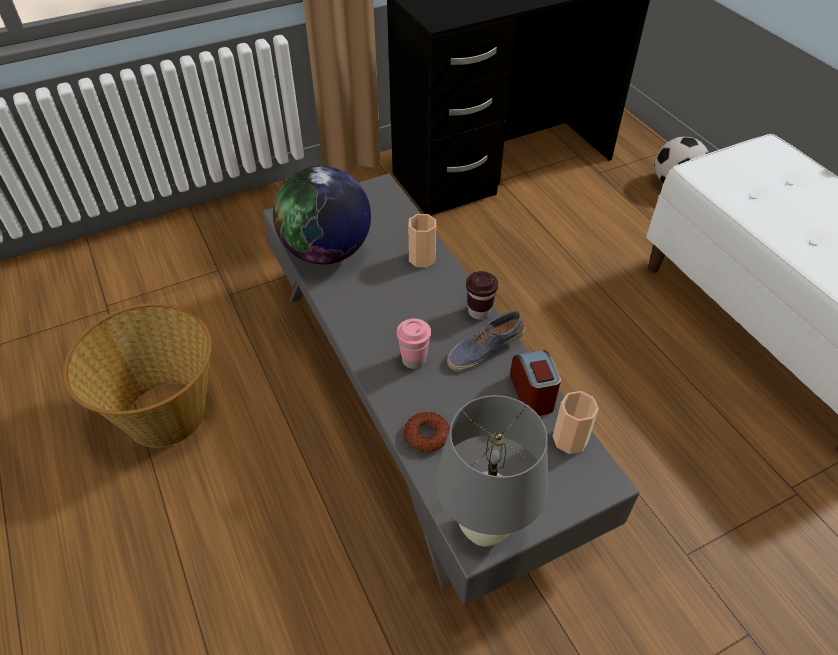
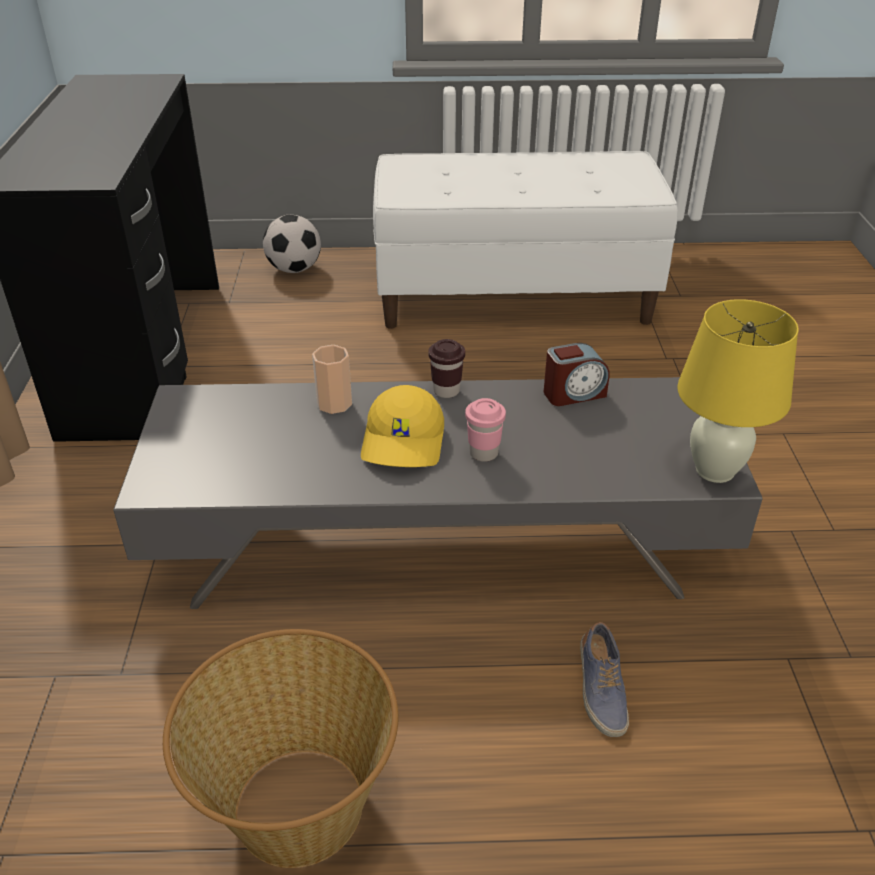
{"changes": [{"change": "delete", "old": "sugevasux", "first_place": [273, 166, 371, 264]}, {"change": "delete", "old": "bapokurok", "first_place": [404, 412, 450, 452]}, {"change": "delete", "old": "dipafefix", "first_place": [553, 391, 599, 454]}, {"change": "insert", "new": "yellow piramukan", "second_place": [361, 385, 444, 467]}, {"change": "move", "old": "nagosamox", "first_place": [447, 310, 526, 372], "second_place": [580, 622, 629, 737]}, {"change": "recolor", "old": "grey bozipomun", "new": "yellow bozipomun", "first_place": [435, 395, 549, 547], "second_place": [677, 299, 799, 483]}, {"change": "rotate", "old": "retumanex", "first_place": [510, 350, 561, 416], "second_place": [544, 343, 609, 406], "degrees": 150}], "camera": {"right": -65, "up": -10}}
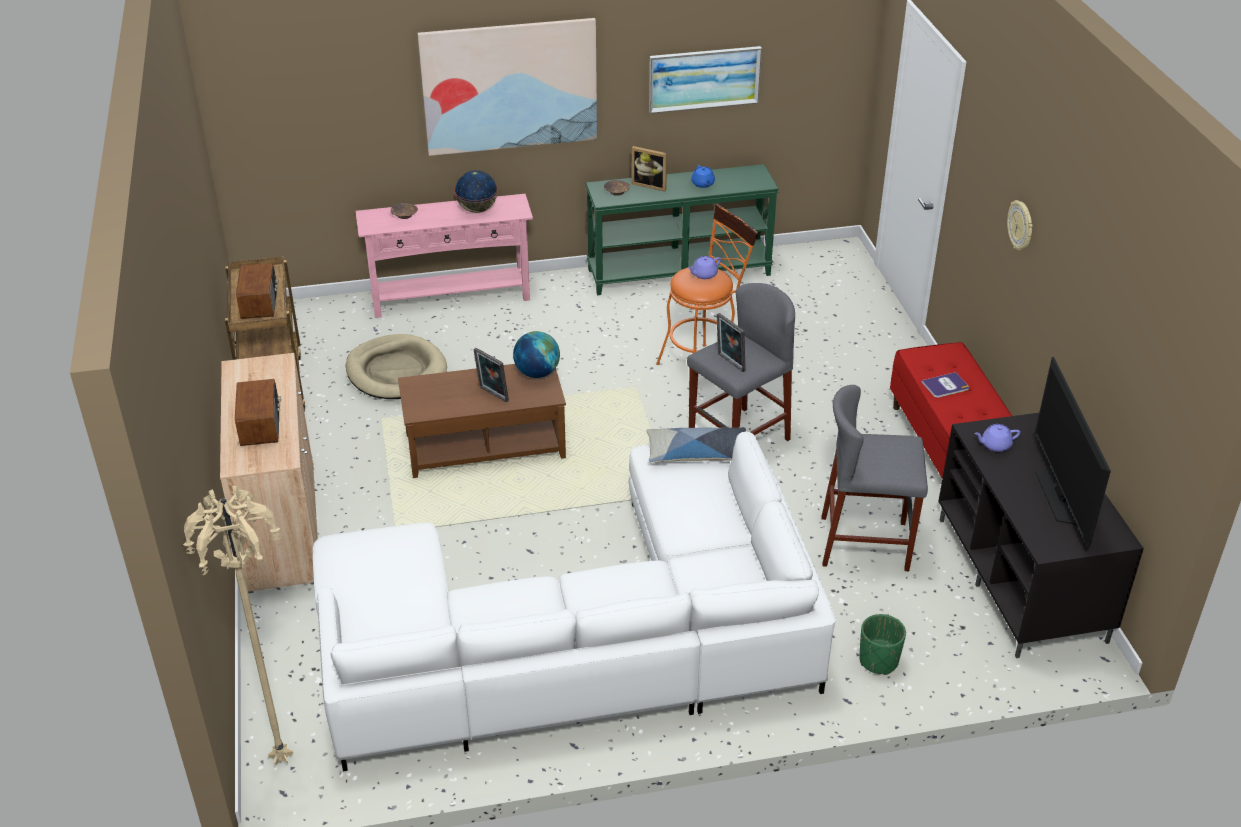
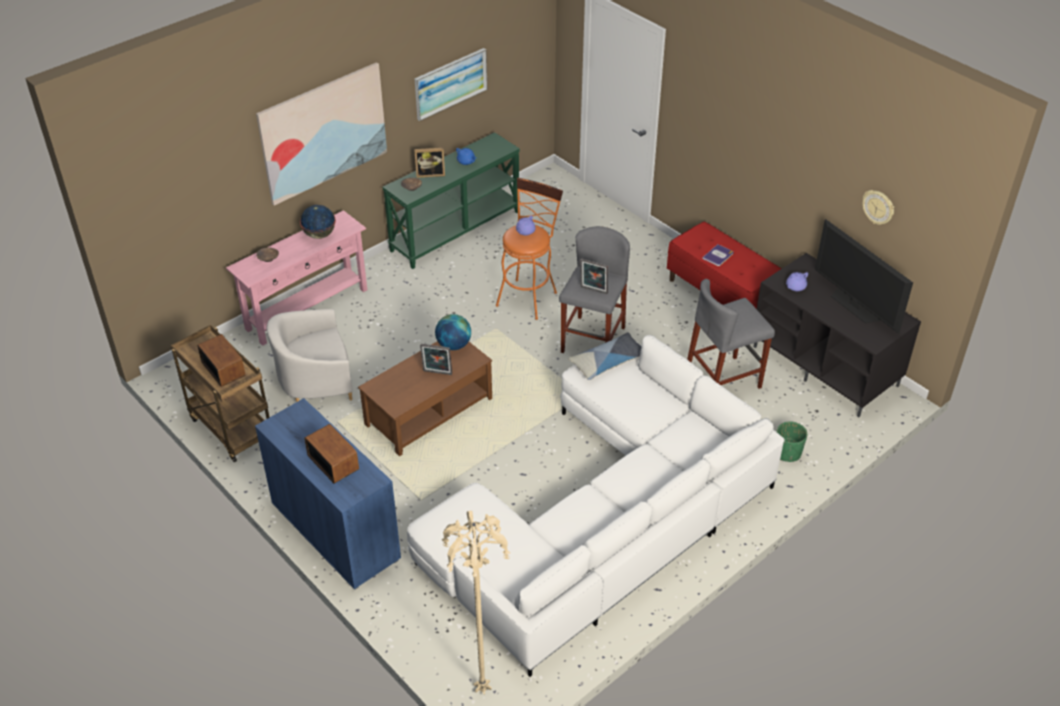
{"changes": [{"change": "move", "old": "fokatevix", "first_place": [1007, 200, 1033, 250], "second_place": [862, 190, 894, 225]}, {"change": "replace", "old": "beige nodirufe", "new": "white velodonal", "first_place": [346, 334, 447, 399], "second_place": [266, 309, 353, 402]}, {"change": "recolor", "old": "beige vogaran", "new": "blue vogaran", "first_place": [220, 353, 318, 593], "second_place": [255, 398, 401, 590]}], "camera": {"right": -30, "up": 5}}
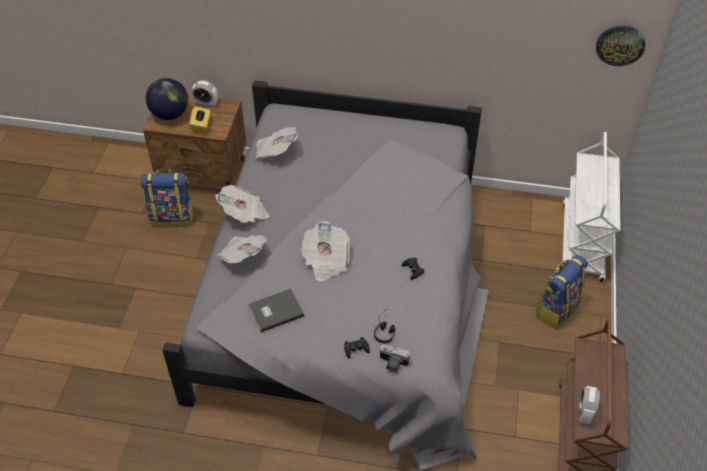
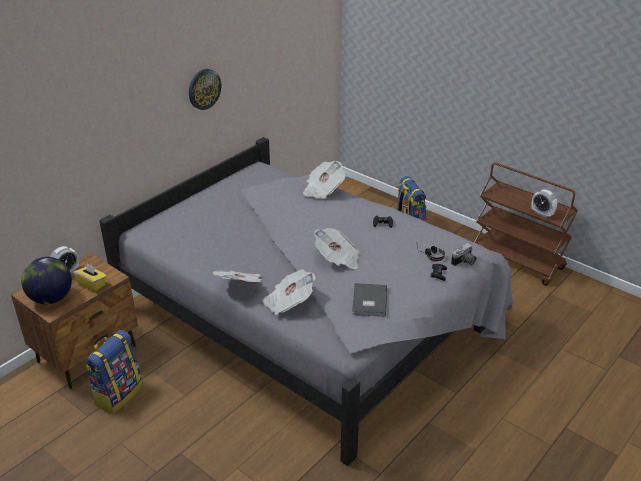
{"changes": [{"change": "delete", "old": "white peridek", "first_place": [562, 132, 621, 282]}, {"change": "move", "old": "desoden", "first_place": [256, 127, 298, 158], "second_place": [303, 161, 346, 199]}, {"change": "move", "old": "fokatevix", "first_place": [596, 25, 646, 66], "second_place": [189, 69, 221, 110]}], "camera": {"right": -60, "up": -15}}
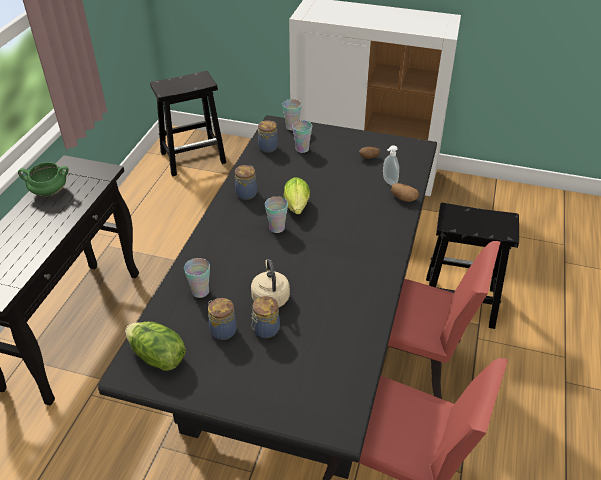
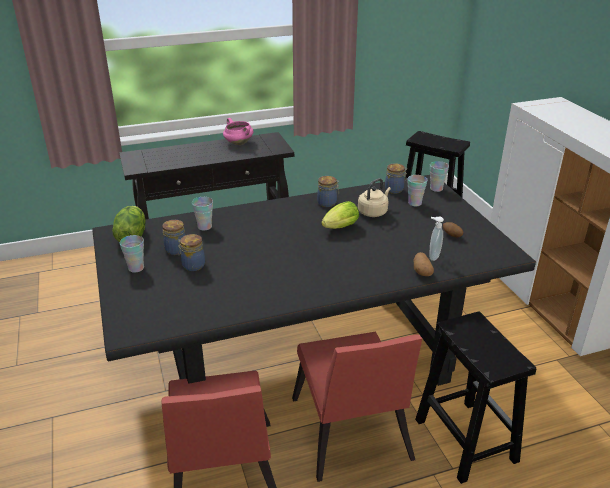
{"changes": [{"change": "move", "old": "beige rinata", "first_place": [251, 259, 290, 308], "second_place": [358, 178, 391, 217]}, {"change": "move", "old": "dipafefix", "first_place": [265, 196, 288, 233], "second_place": [120, 235, 144, 273]}, {"change": "recolor", "old": "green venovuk", "new": "pink venovuk", "first_place": [18, 162, 68, 196], "second_place": [223, 118, 253, 145]}], "camera": {"right": 55, "up": -10}}
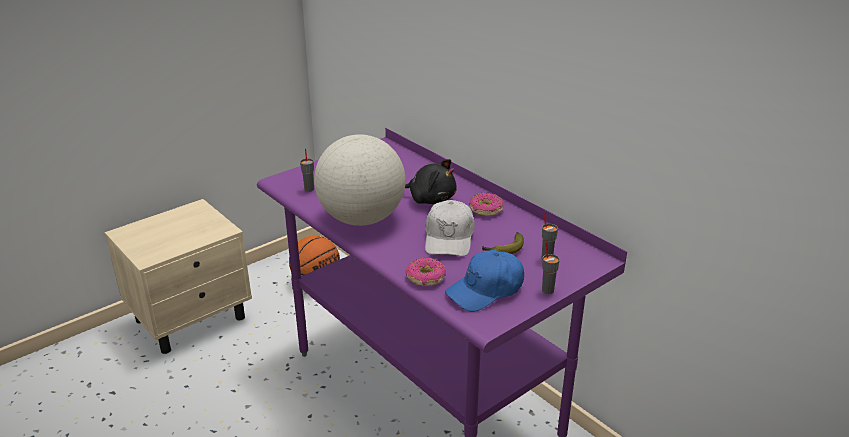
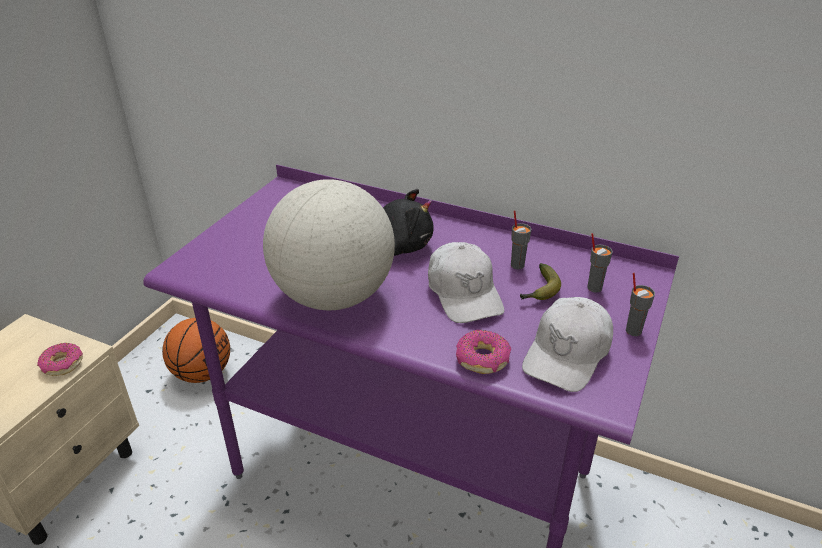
{"changes": [{"change": "move", "old": "grey dipafefix", "first_place": [300, 149, 314, 192], "second_place": [511, 211, 531, 269]}, {"change": "move", "old": "bapokurok", "first_place": [469, 193, 504, 216], "second_place": [37, 343, 83, 376]}, {"change": "recolor", "old": "blue piramukan", "new": "white piramukan", "first_place": [445, 250, 524, 312], "second_place": [522, 297, 613, 392]}], "camera": {"right": -25, "up": 5}}
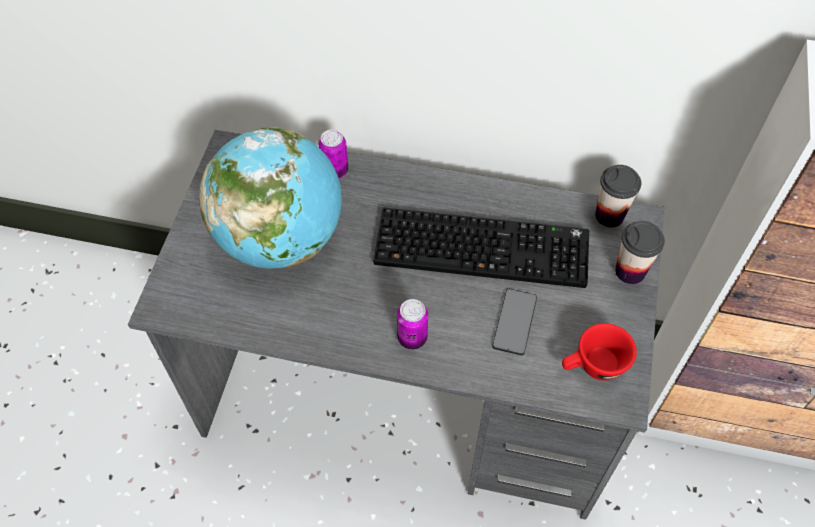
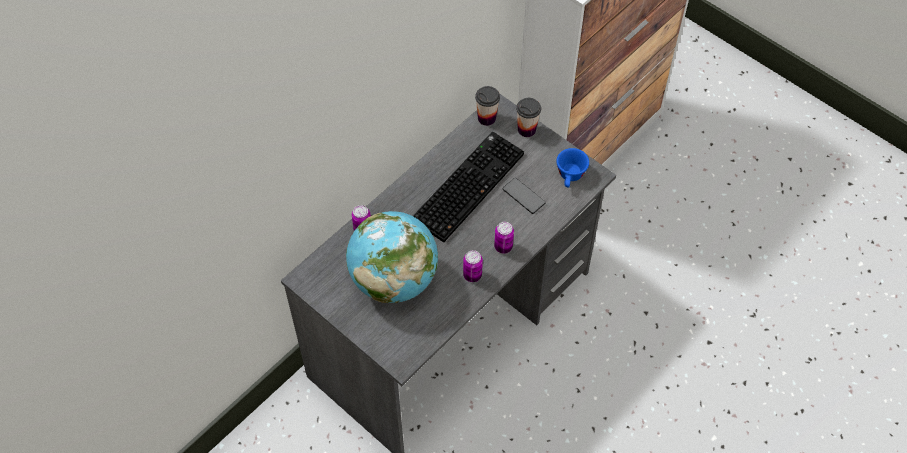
{"changes": [{"change": "insert", "new": "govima", "second_place": [463, 250, 483, 282]}, {"change": "recolor", "old": "red dipafefix", "new": "blue dipafefix", "first_place": [562, 323, 637, 381], "second_place": [556, 148, 589, 187]}], "camera": {"right": -60, "up": 0}}
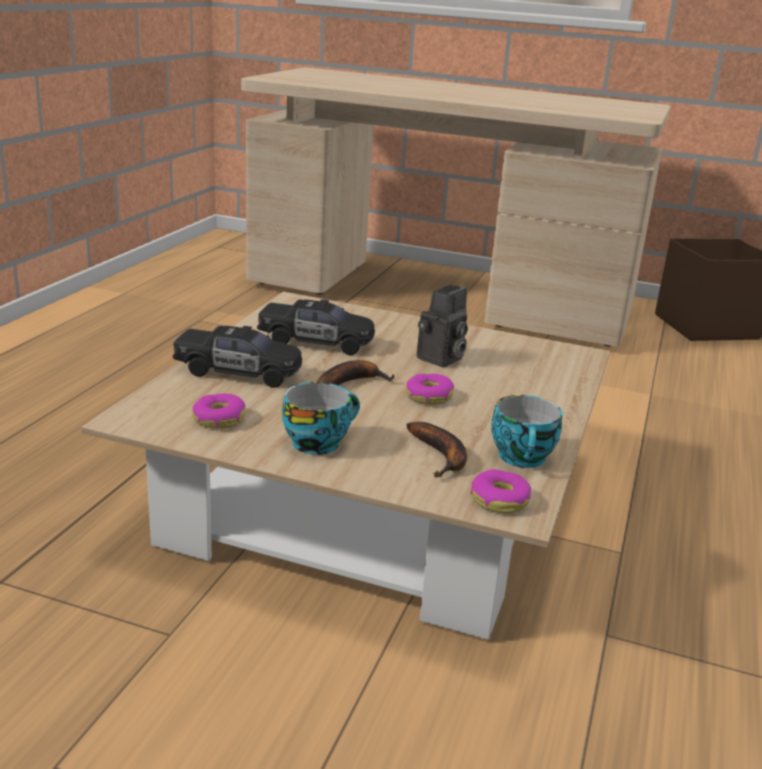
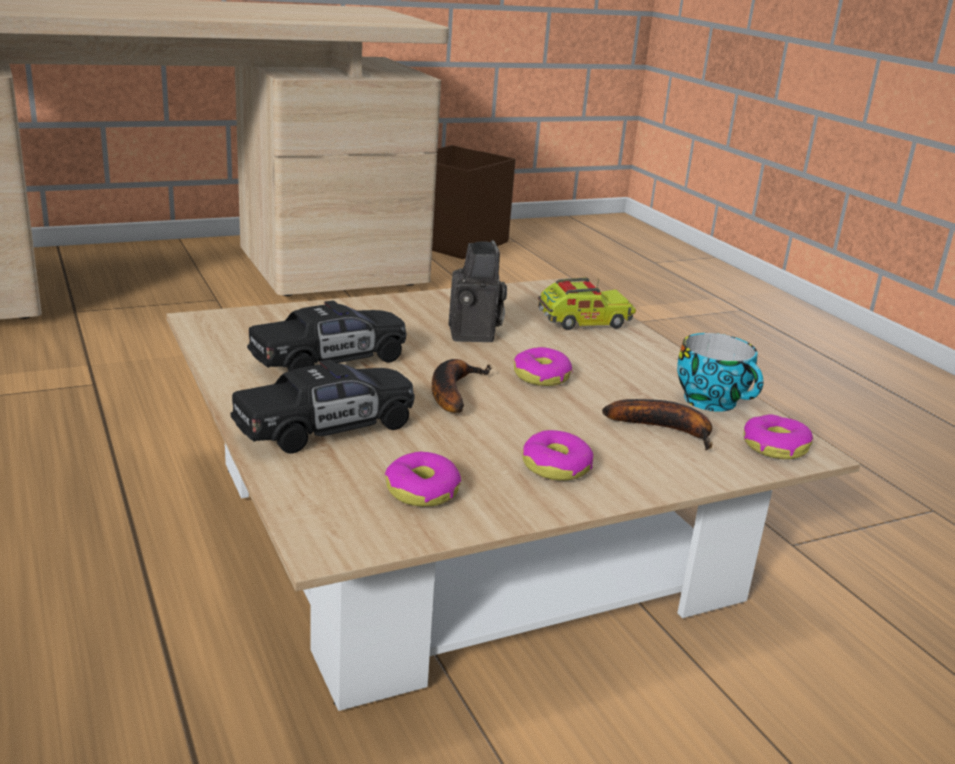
{"changes": [{"change": "insert", "new": "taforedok", "second_place": [538, 277, 636, 330]}, {"change": "replace", "old": "dipafefix", "new": "bapokurok", "first_place": [282, 382, 360, 455], "second_place": [522, 430, 594, 481]}], "camera": {"right": -45, "up": 0}}
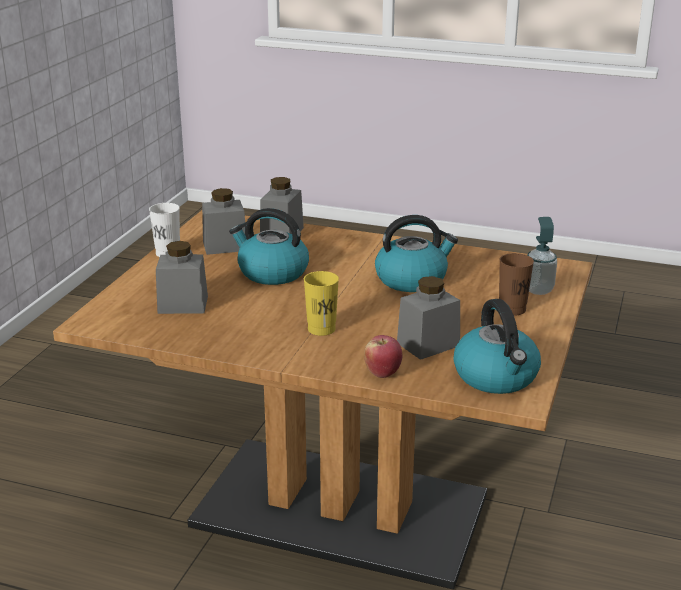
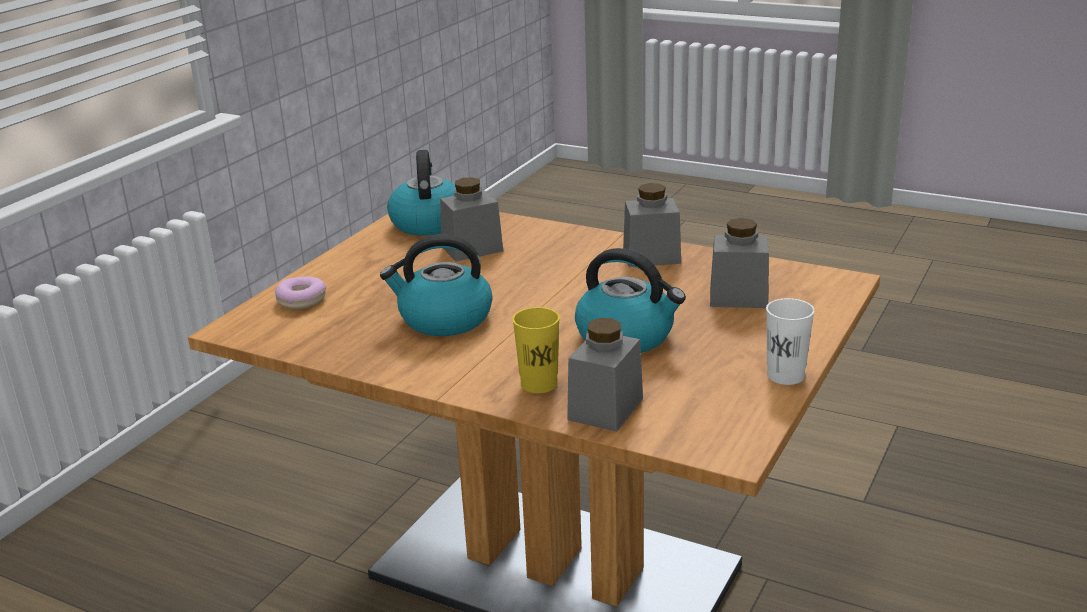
{"changes": [{"change": "delete", "old": "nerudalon", "first_place": [364, 335, 402, 378]}, {"change": "delete", "old": "brown dipafefix", "first_place": [499, 253, 534, 316]}, {"change": "move", "old": "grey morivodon", "first_place": [202, 188, 245, 255], "second_place": [623, 183, 681, 267]}, {"change": "move", "old": "yellow dipafefix", "first_place": [304, 271, 339, 336], "second_place": [512, 307, 560, 394]}, {"change": "replace", "old": "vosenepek", "new": "bapokurok", "first_place": [527, 217, 557, 295], "second_place": [275, 277, 326, 309]}], "camera": {"right": -170, "up": 0}}
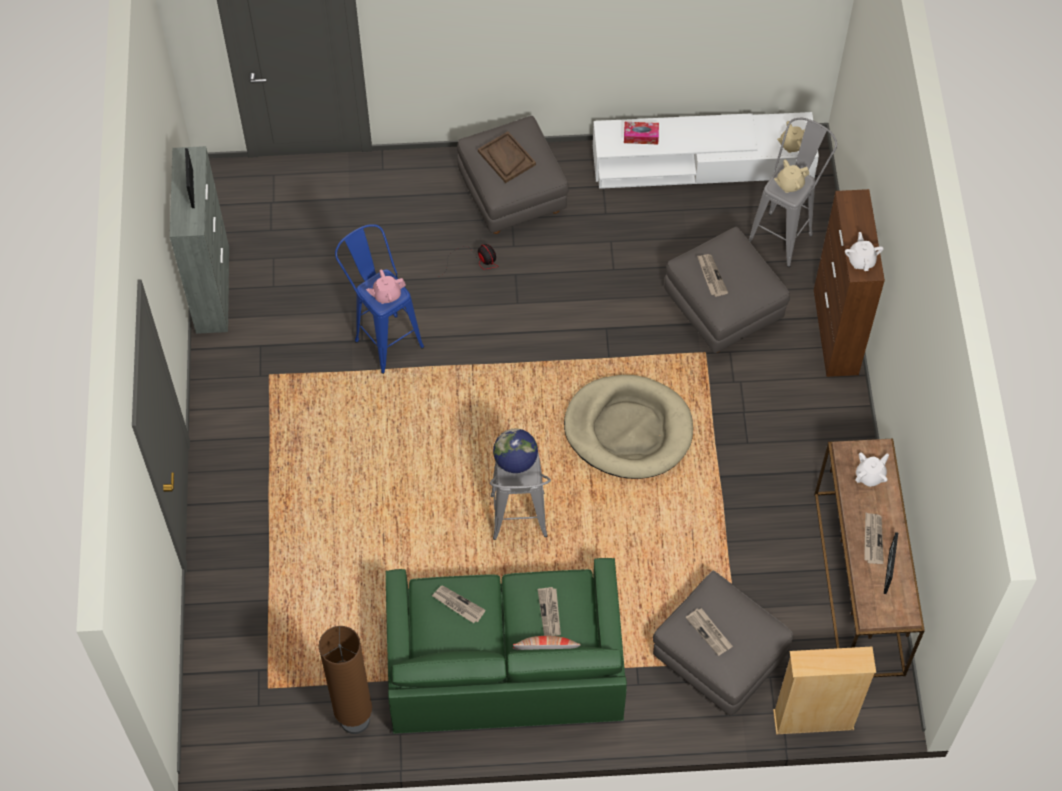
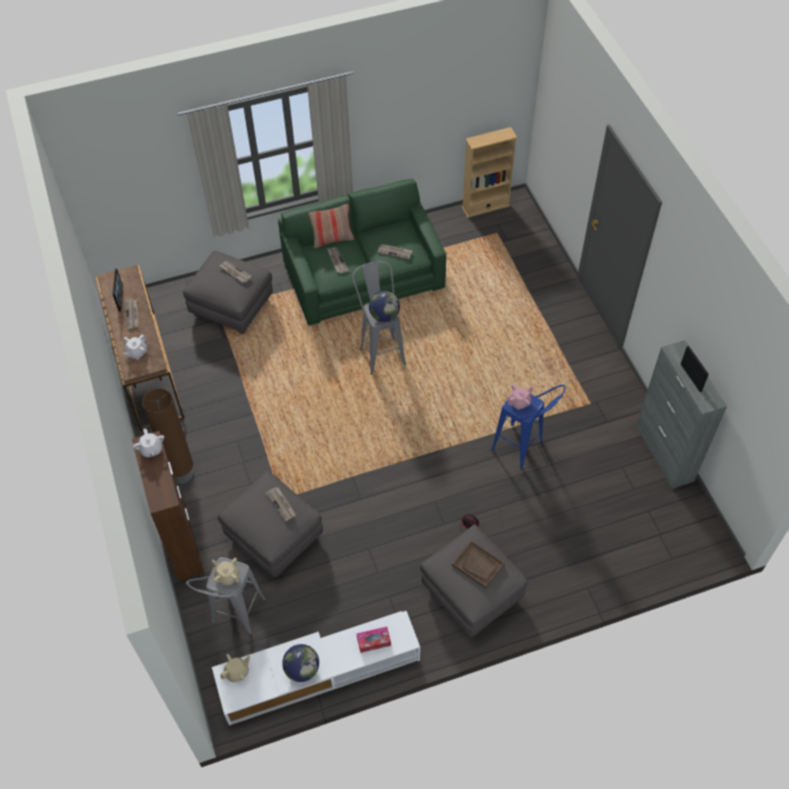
{"changes": [{"change": "delete", "old": "beige nodirufe", "first_place": [564, 375, 693, 479]}, {"change": "insert", "new": "sugevasux", "second_place": [282, 644, 319, 682]}, {"change": "move", "old": "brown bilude", "first_place": [319, 626, 372, 734], "second_place": [142, 388, 194, 486]}, {"change": "move", "old": "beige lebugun", "first_place": [773, 646, 876, 735], "second_place": [462, 127, 517, 218]}, {"change": "rotate", "old": "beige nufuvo", "first_place": [774, 160, 809, 193], "second_place": [212, 558, 239, 586], "degrees": -105}], "camera": {"right": 165, "up": -5}}
